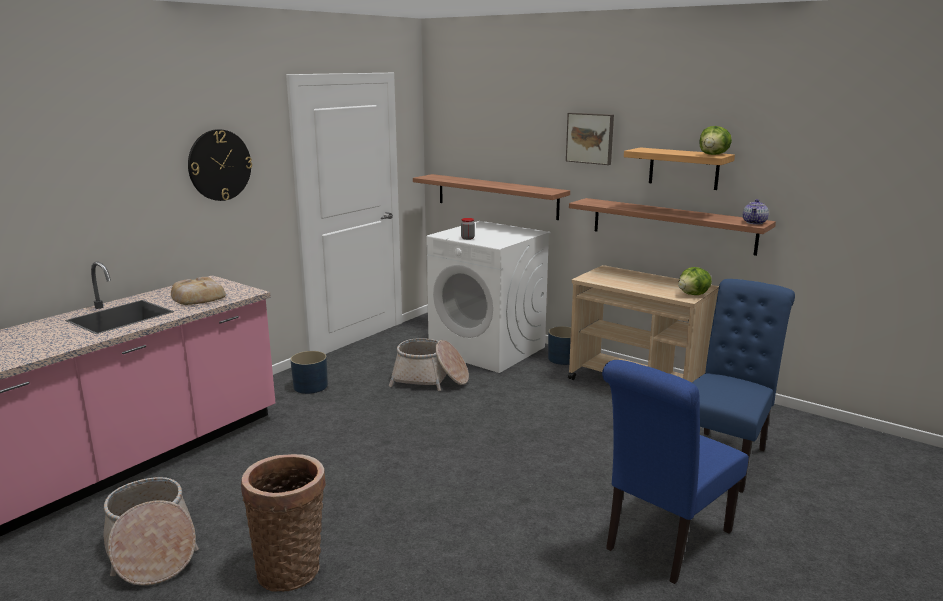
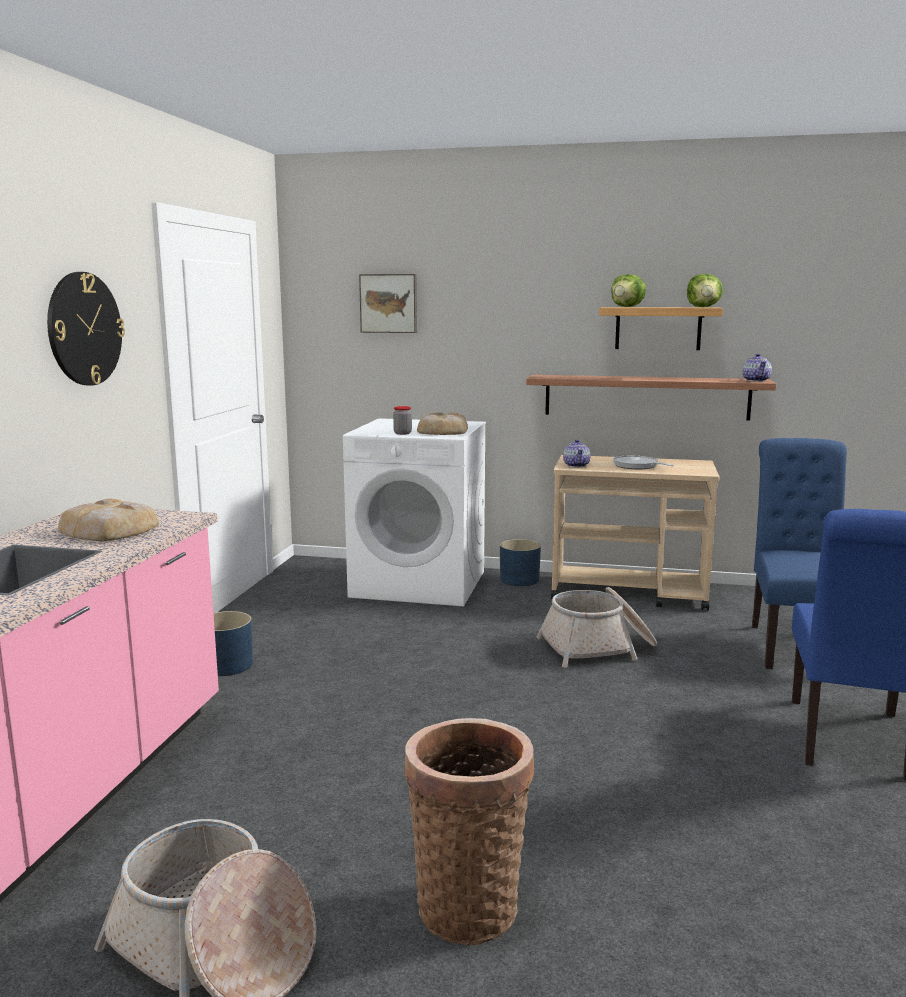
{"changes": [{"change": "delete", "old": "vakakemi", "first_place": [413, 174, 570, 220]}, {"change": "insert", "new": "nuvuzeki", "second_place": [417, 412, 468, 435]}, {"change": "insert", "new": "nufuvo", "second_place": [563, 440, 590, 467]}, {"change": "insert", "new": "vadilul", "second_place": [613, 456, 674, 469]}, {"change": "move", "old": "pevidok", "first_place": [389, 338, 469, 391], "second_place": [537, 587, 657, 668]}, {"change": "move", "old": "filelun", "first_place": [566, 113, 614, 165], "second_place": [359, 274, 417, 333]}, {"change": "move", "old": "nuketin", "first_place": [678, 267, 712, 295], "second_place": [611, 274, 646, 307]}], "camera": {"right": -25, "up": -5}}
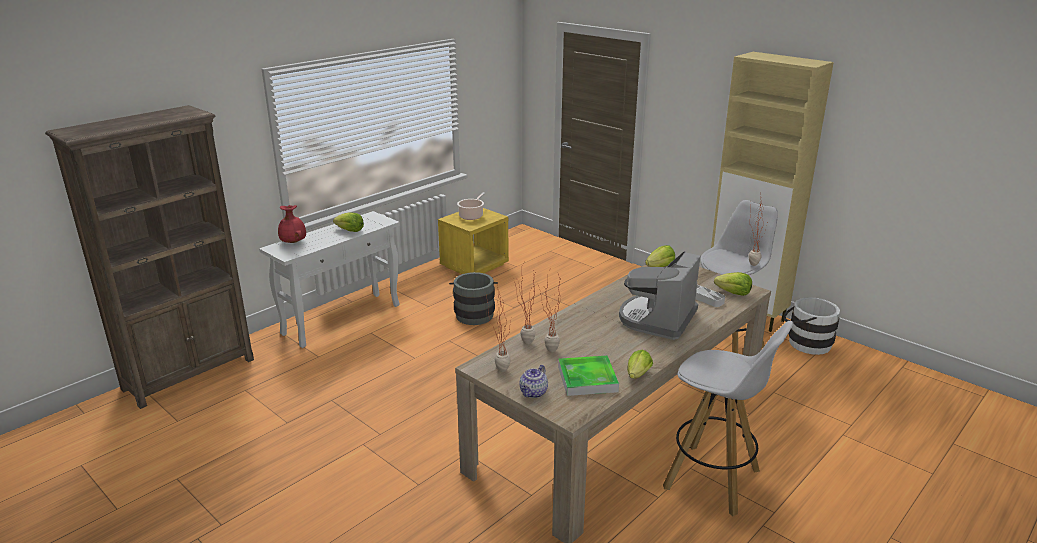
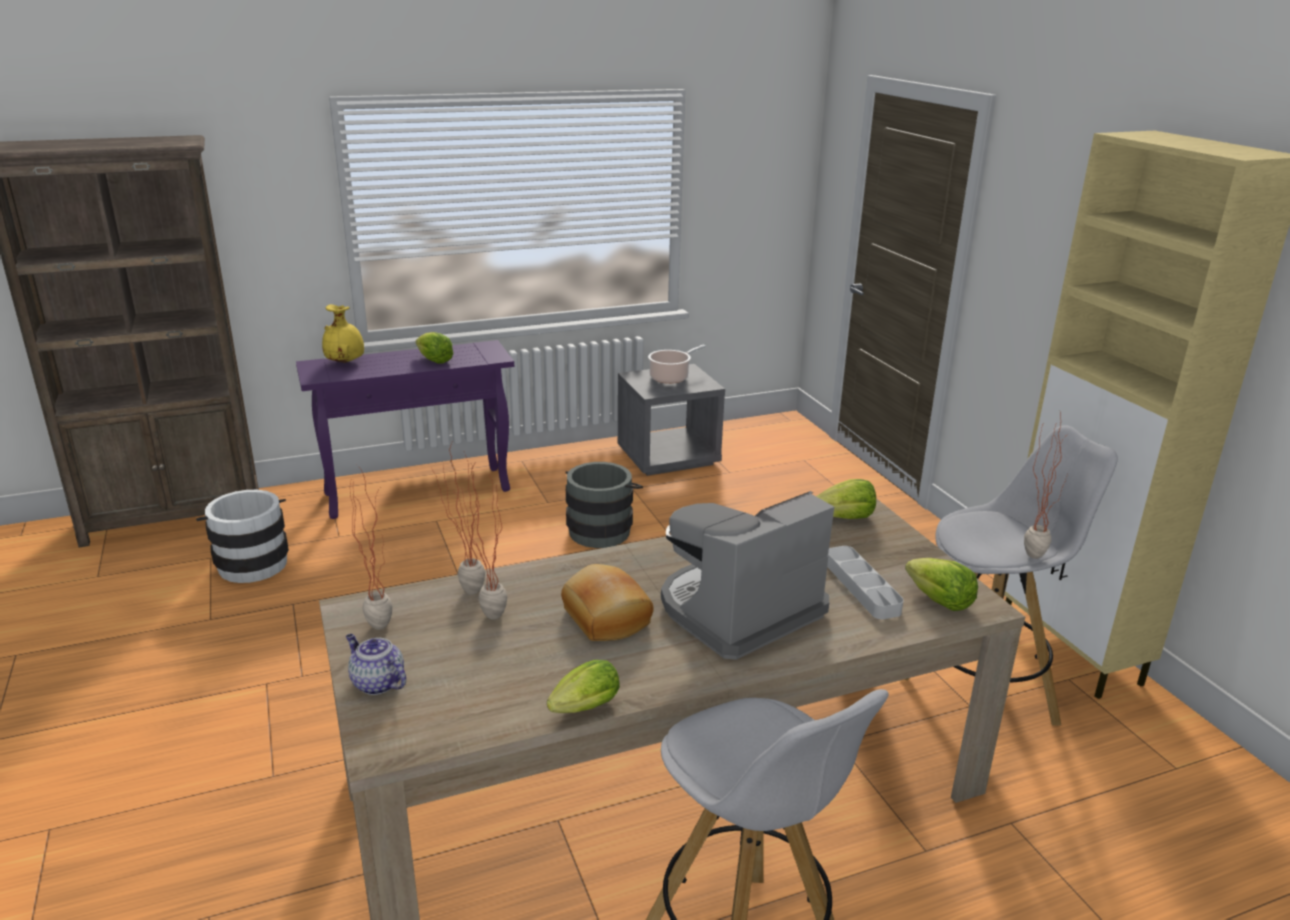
{"changes": [{"change": "delete", "old": "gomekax", "first_place": [558, 356, 619, 396]}, {"change": "insert", "new": "nuvuzeki", "second_place": [561, 564, 654, 641]}, {"change": "move", "old": "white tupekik", "first_place": [783, 297, 840, 355], "second_place": [196, 490, 289, 583]}, {"change": "recolor", "old": "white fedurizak", "new": "purple fedurizak", "first_place": [259, 211, 400, 348], "second_place": [296, 340, 514, 519]}, {"change": "recolor", "old": "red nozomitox", "new": "yellow nozomitox", "first_place": [278, 205, 306, 243], "second_place": [322, 304, 364, 363]}, {"change": "recolor", "old": "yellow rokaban", "new": "grey rokaban", "first_place": [438, 208, 509, 274], "second_place": [617, 364, 725, 476]}, {"change": "rotate", "old": "nufuvo", "first_place": [519, 365, 548, 398], "second_place": [346, 634, 406, 695], "degrees": 75}], "camera": {"right": 25, "up": 0}}
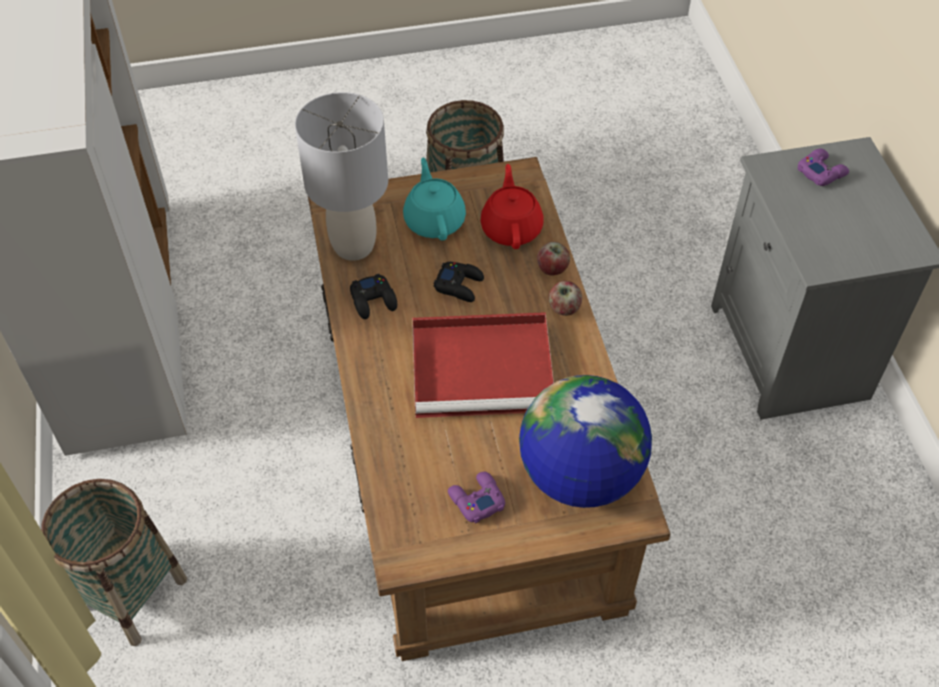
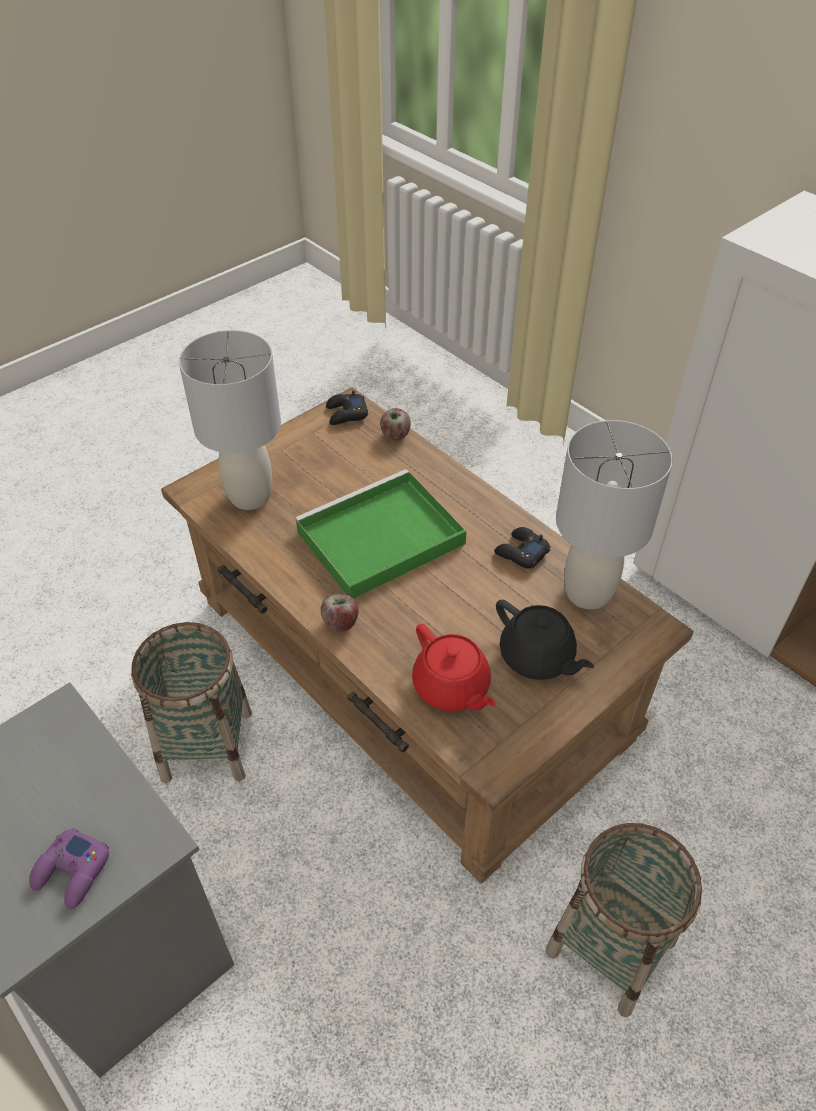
{"changes": [{"change": "delete", "old": "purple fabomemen", "first_place": [448, 472, 505, 523]}, {"change": "move", "old": "pevidok", "first_place": [41, 479, 187, 646], "second_place": [131, 622, 252, 783]}, {"change": "move", "old": "black fabomemen", "first_place": [433, 262, 484, 302], "second_place": [326, 391, 368, 425]}, {"change": "move", "old": "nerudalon", "first_place": [537, 242, 570, 276], "second_place": [380, 408, 411, 440]}, {"change": "replace", "old": "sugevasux", "new": "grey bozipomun", "first_place": [519, 375, 652, 508], "second_place": [179, 330, 281, 510]}, {"change": "recolor", "old": "turquoise nufuvo", "new": "black nufuvo", "first_place": [403, 158, 466, 241], "second_place": [496, 600, 594, 680]}, {"change": "recolor", "old": "red gomekax", "new": "green gomekax", "first_place": [412, 312, 554, 418], "second_place": [294, 469, 467, 599]}], "camera": {"right": 150, "up": -5}}
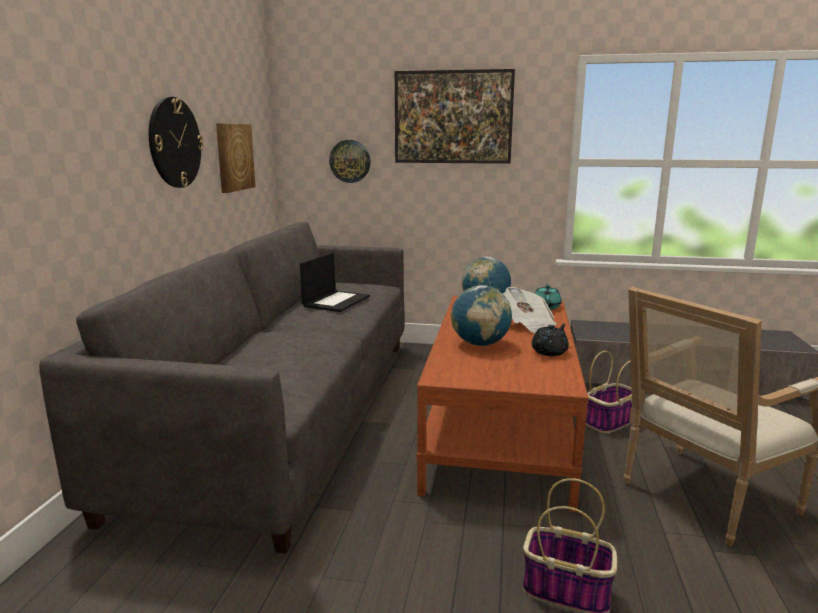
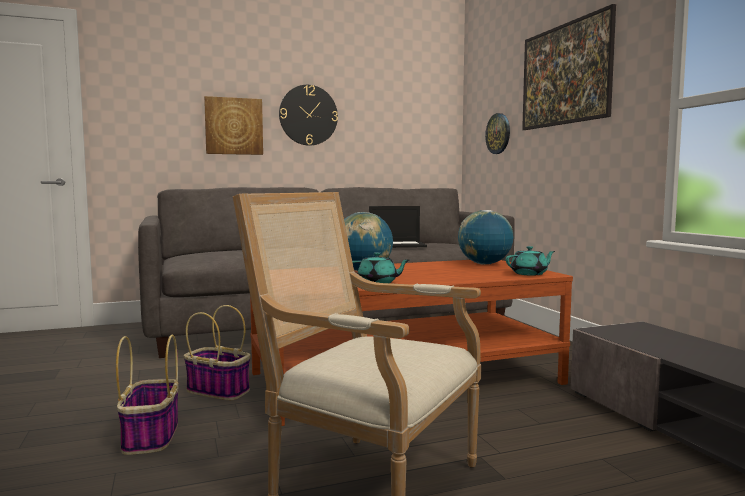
{"changes": [{"change": "delete", "old": "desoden", "first_place": [503, 287, 557, 334]}, {"change": "move", "old": "filelun", "first_place": [216, 123, 256, 193], "second_place": [204, 96, 263, 155]}, {"change": "move", "old": "pevidok", "first_place": [586, 351, 632, 433], "second_place": [184, 305, 250, 400]}, {"change": "recolor", "old": "black nufuvo", "new": "turquoise nufuvo", "first_place": [532, 324, 569, 356], "second_place": [352, 252, 409, 283]}], "camera": {"right": 60, "up": -10}}
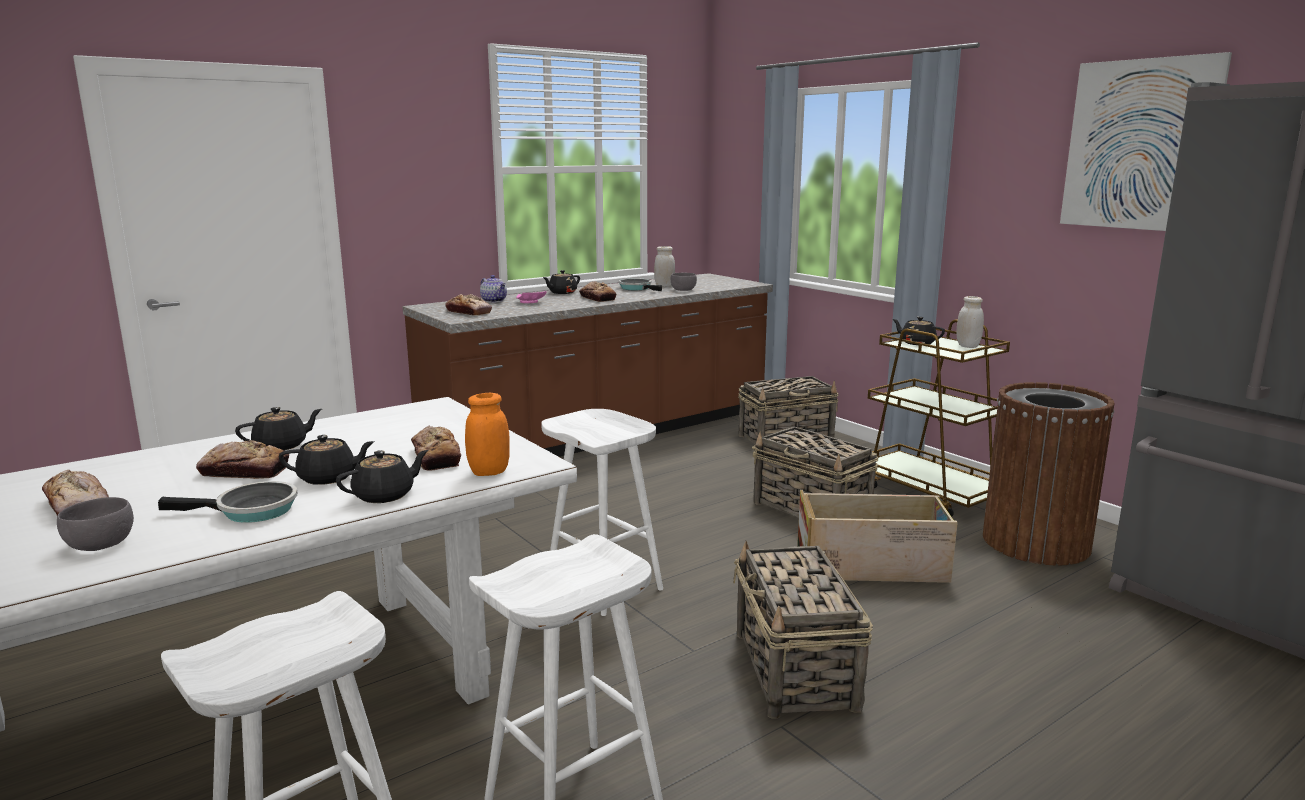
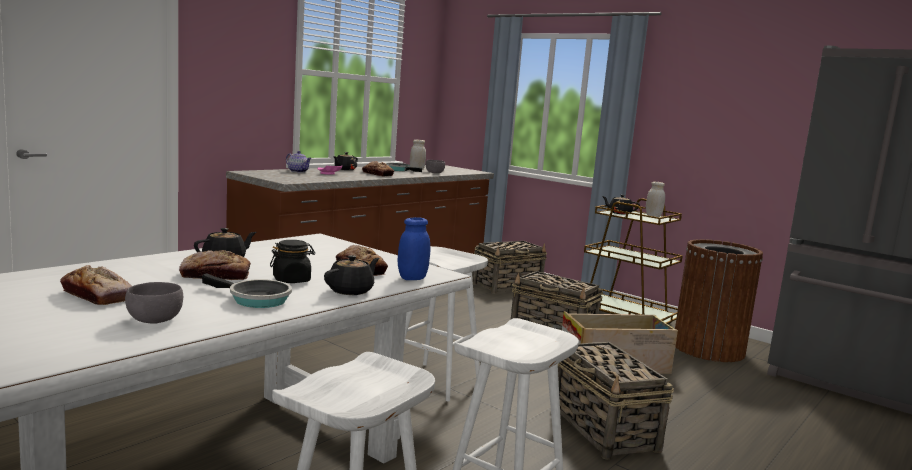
{"changes": [{"change": "delete", "old": "nuvuzeki", "first_place": [445, 294, 492, 315]}, {"change": "delete", "old": "filelun", "first_place": [1060, 52, 1232, 231]}, {"change": "replace", "old": "black nufuvo", "new": "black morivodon", "first_place": [279, 435, 374, 485], "second_place": [270, 240, 315, 283]}, {"change": "recolor", "old": "orange morivodon", "new": "blue morivodon", "first_place": [465, 393, 510, 476], "second_place": [398, 217, 430, 280]}, {"change": "rotate", "old": "vadilul", "first_place": [158, 481, 297, 523], "second_place": [202, 274, 292, 308], "degrees": 45}], "camera": {"right": -15, "up": -5}}
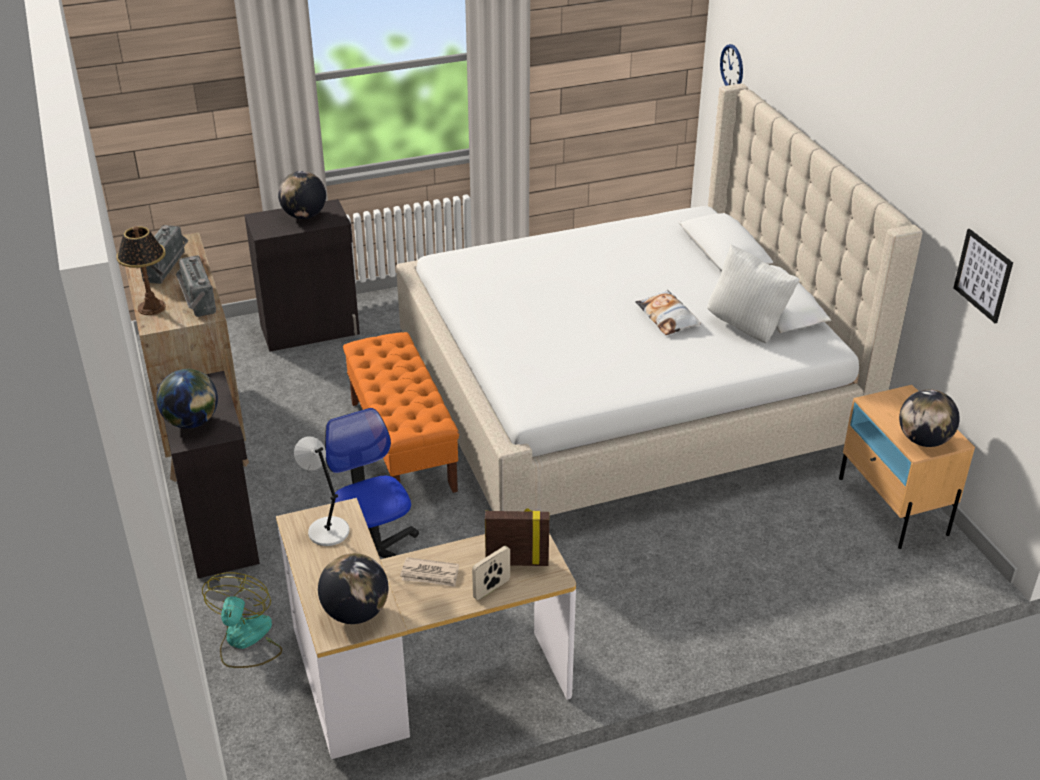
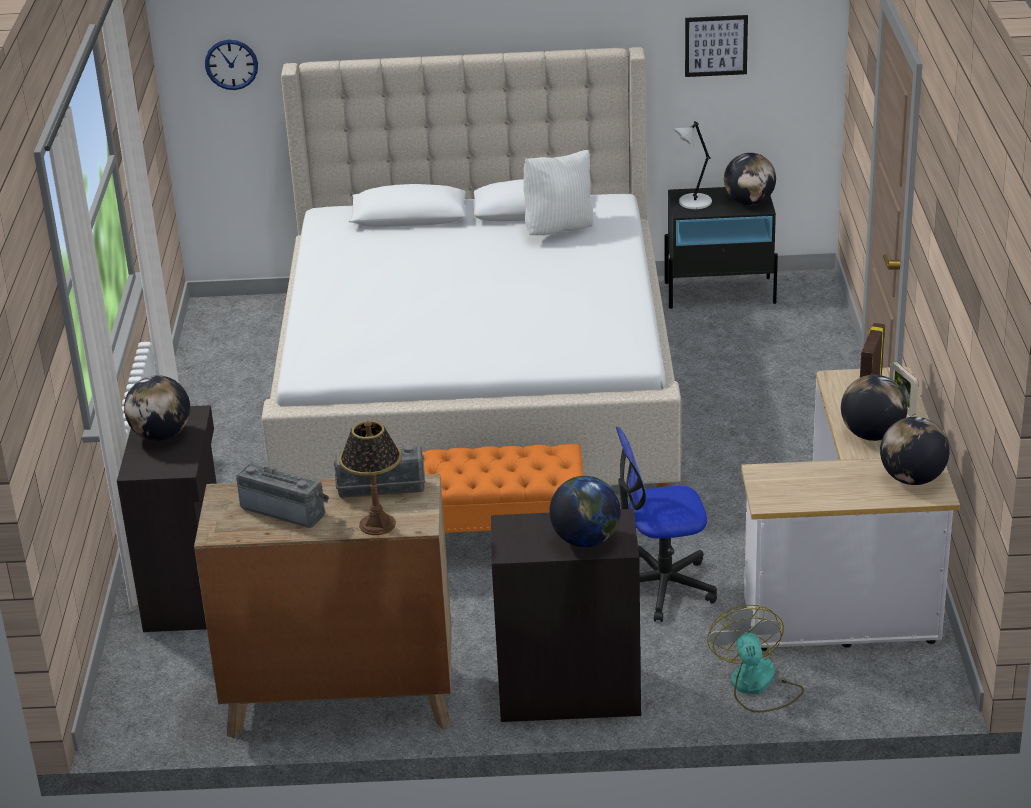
{"changes": [{"change": "delete", "old": "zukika", "first_place": [635, 290, 701, 335]}, {"change": "move", "old": "grey bozipomun", "first_place": [294, 437, 350, 546], "second_place": [673, 121, 712, 209]}, {"change": "replace", "old": "desoden", "new": "sugevasux", "first_place": [400, 557, 459, 587], "second_place": [841, 375, 908, 441]}, {"change": "recolor", "old": "beige rokaban", "new": "black rokaban", "first_place": [839, 385, 975, 549], "second_place": [664, 187, 778, 309]}, {"change": "rotate", "old": "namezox", "first_place": [202, 572, 282, 668], "second_place": [707, 605, 804, 713], "degrees": 60}], "camera": {"right": -70, "up": -5}}
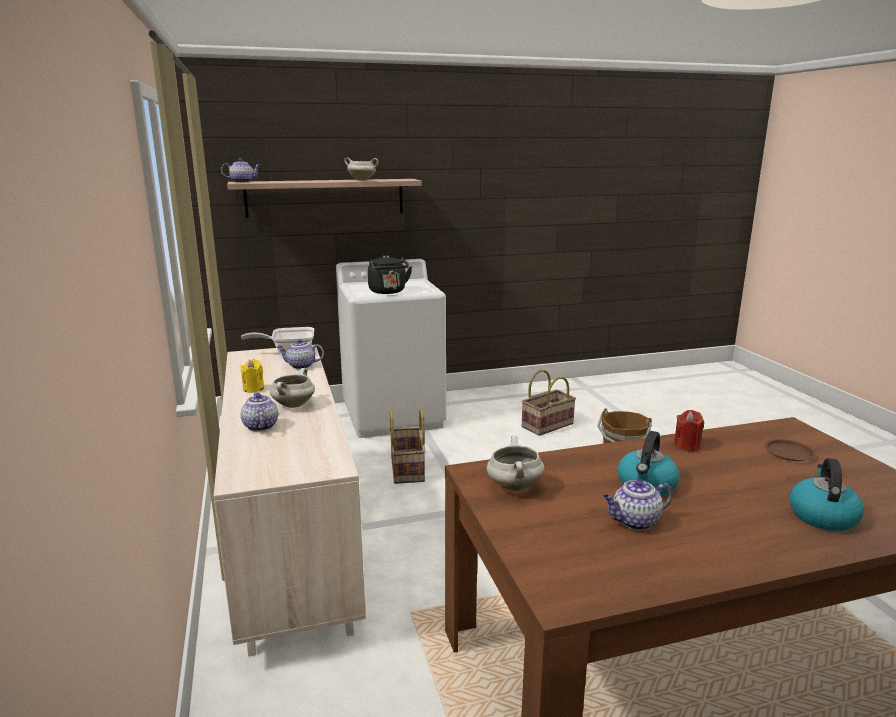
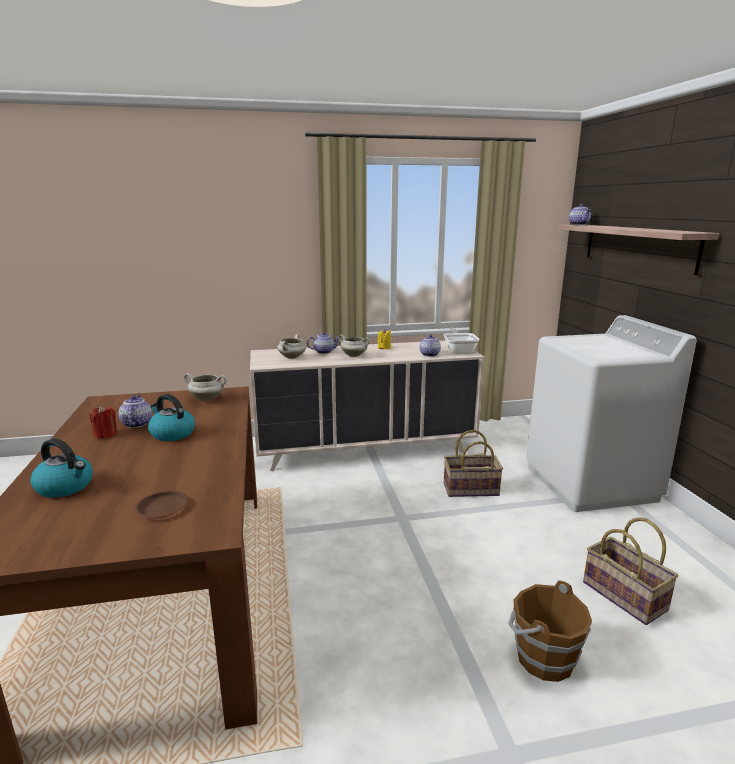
{"changes": [{"change": "delete", "old": "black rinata", "first_place": [368, 255, 412, 294]}, {"change": "move", "old": "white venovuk", "first_place": [344, 157, 378, 180], "second_place": [277, 334, 306, 359]}, {"change": "move", "old": "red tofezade", "first_place": [674, 410, 704, 451], "second_place": [90, 405, 117, 439]}], "camera": {"right": 95, "up": 0}}
